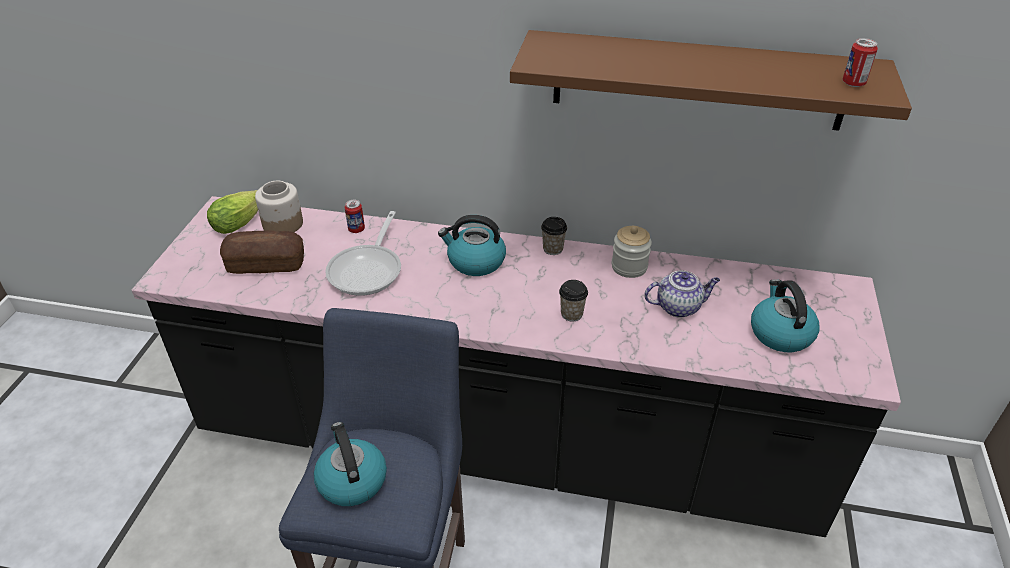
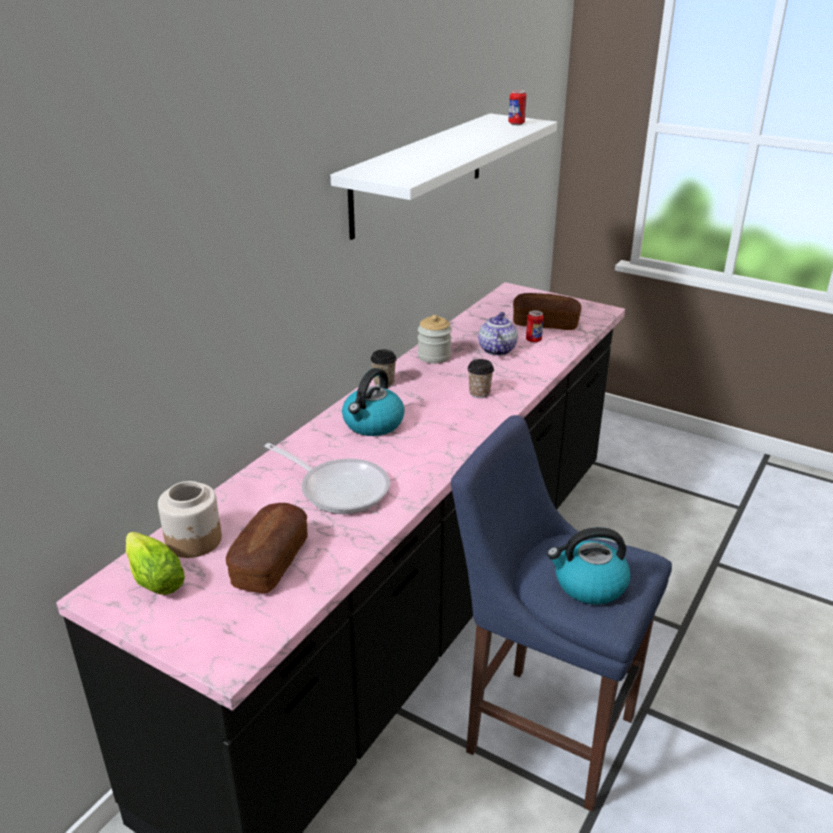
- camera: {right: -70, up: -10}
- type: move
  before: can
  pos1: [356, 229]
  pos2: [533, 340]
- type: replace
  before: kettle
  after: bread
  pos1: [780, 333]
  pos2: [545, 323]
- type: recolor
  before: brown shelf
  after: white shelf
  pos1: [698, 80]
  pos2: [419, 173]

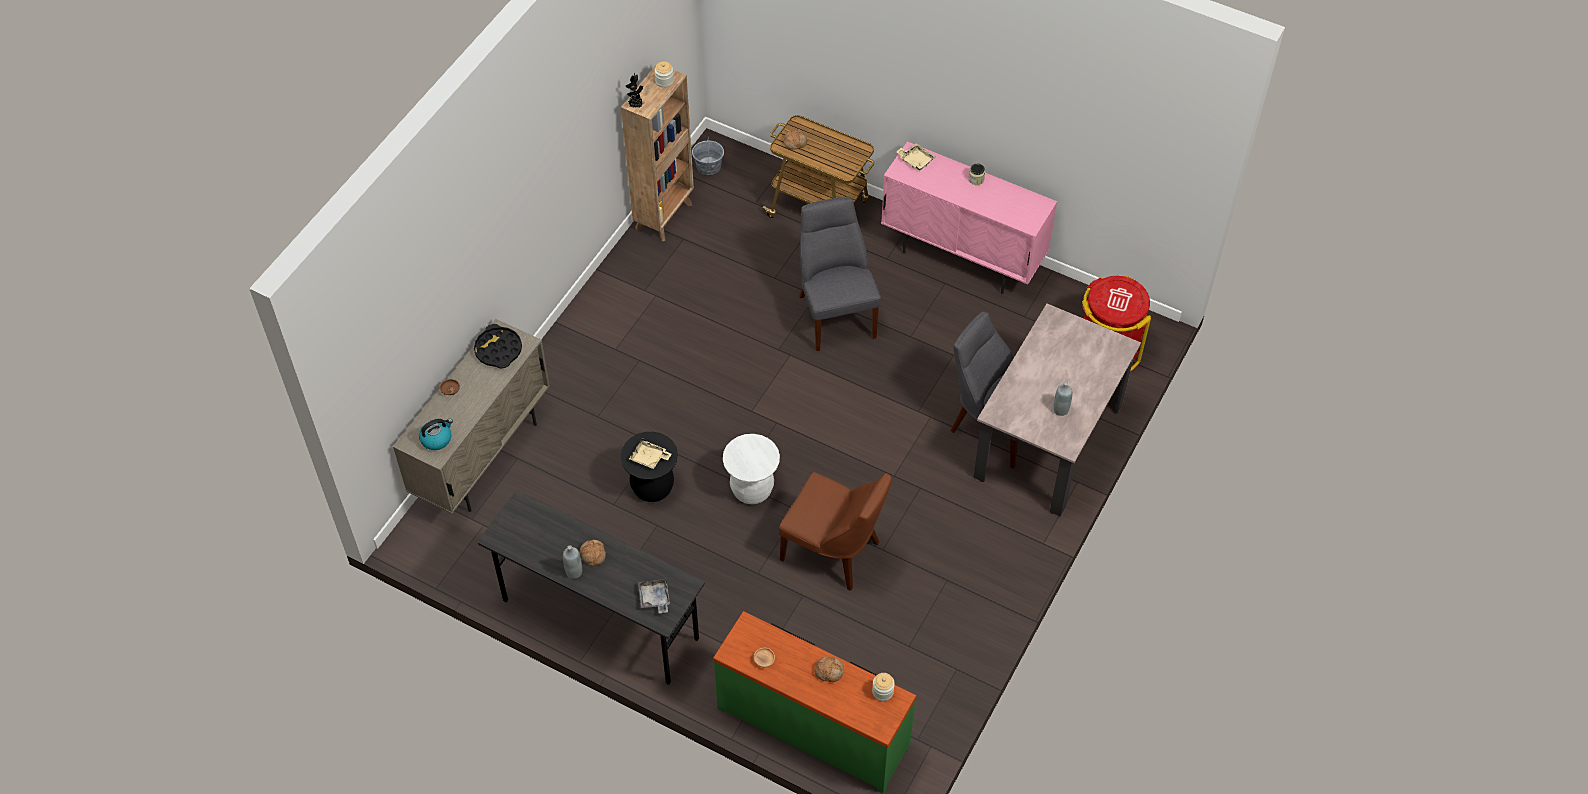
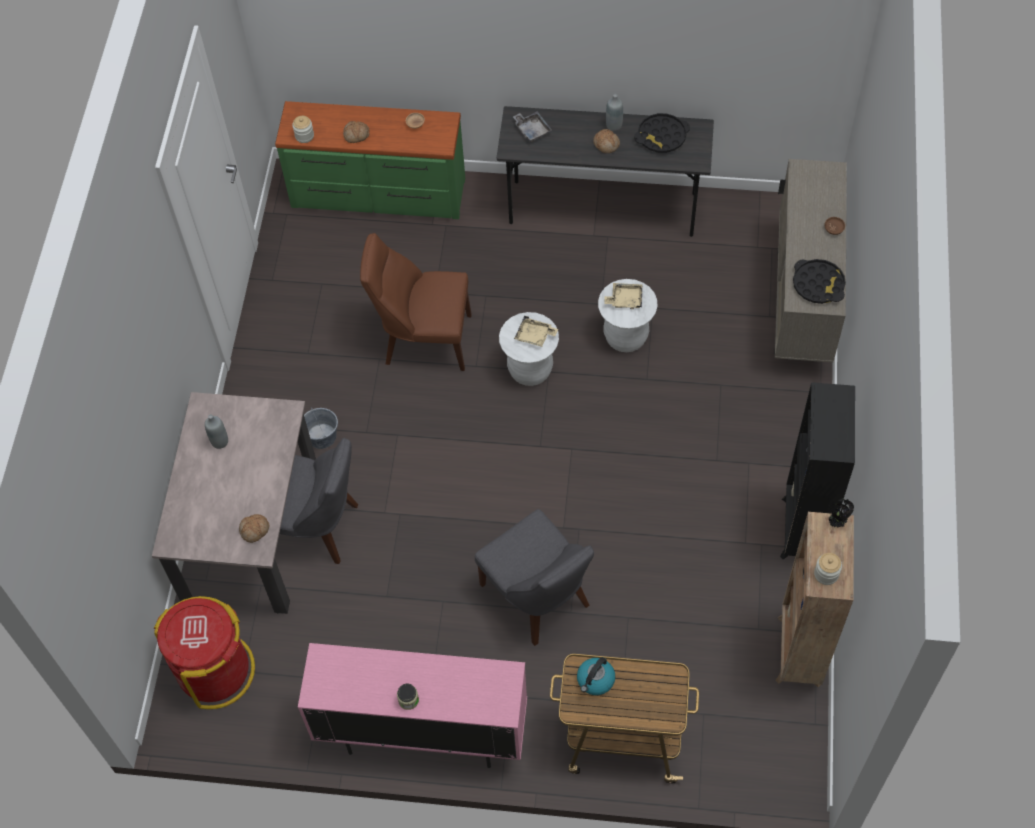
- camera: {right: 160, up: 5}
- type: insert
  after: black tray
  pos2: [661, 136]
- type: insert
  after: black bookcase
  pos2: [802, 530]
- type: move
  before: kettle
  pos1: [437, 439]
  pos2: [595, 680]
- type: move
  before: grey bucket
  pos1: [708, 166]
  pos2: [322, 436]
- type: move
  before: bread
  pos1: [795, 142]
  pos2: [255, 530]
- type: move
  before: beige tray
  pos1: [915, 160]
  pos2: [534, 336]
- type: recolor
  before: black stool
  after: white stool
  pos1: [652, 487]
  pos2: [625, 336]

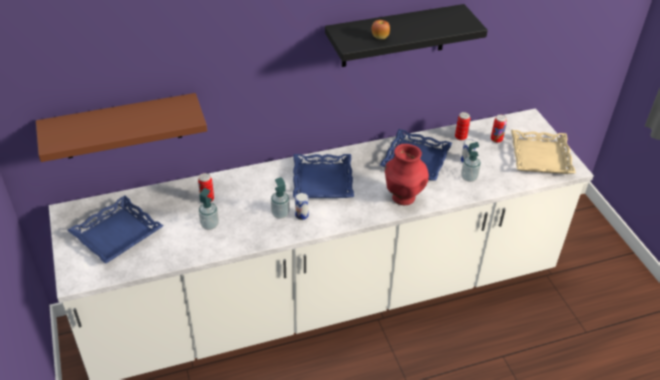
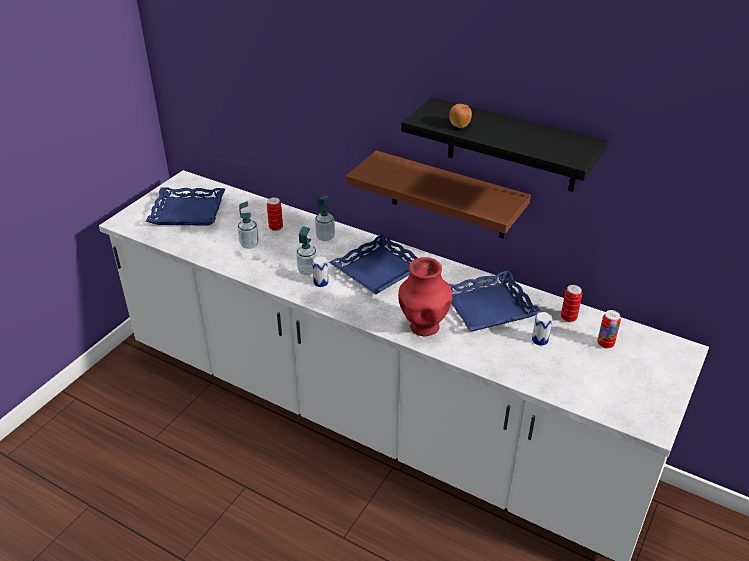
- camera: {right: 50, up: -5}
- type: delete
  before: beige tray
  pos1: [541, 157]
- type: move
  before: brown shelf
  pos1: [122, 126]
  pos2: [448, 196]
- type: move
  before: soap dispenser
  pos1: [469, 177]
  pos2: [325, 237]

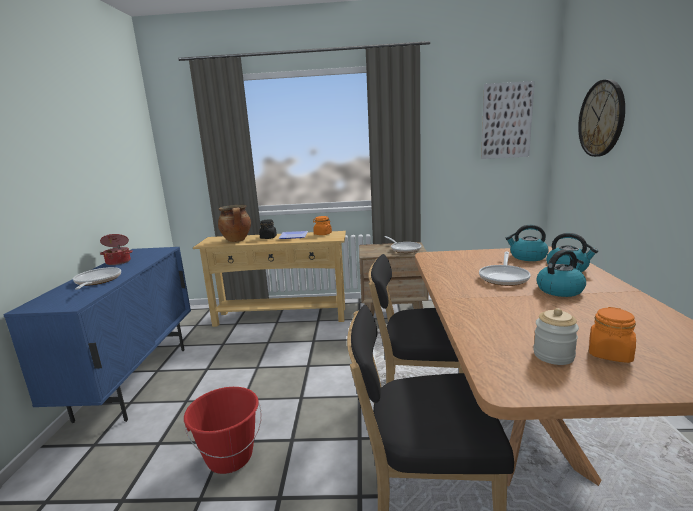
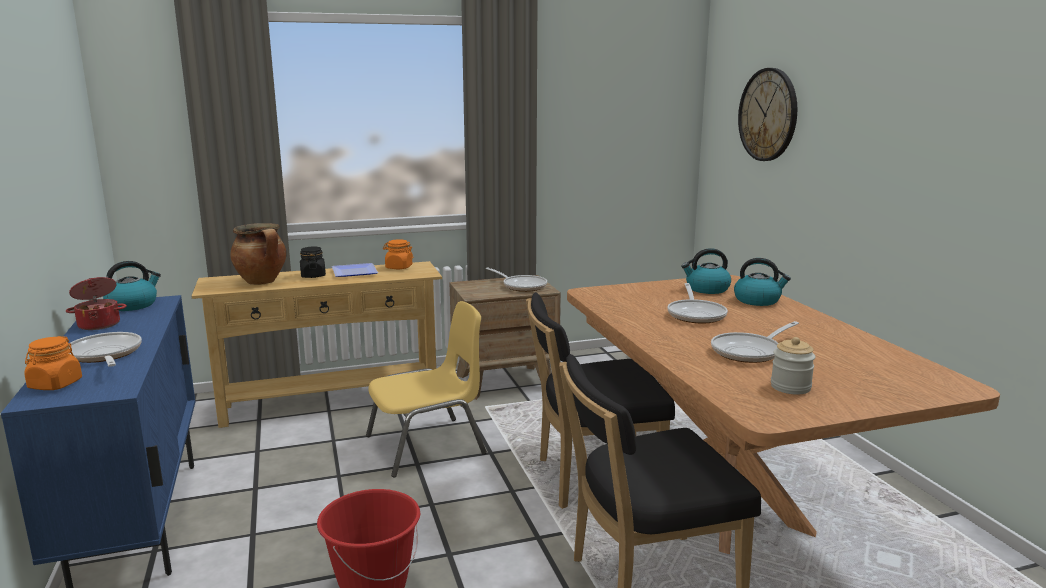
- camera: {right: -20, up: 0}
- type: delete
  before: picture
  pos1: [506, 121]
- type: insert
  after: yellow chair
  pos2: [427, 445]
- type: insert
  after: frying pan
  pos2: [750, 352]
- type: move
  before: kettle
  pos1: [560, 290]
  pos2: [133, 305]
- type: move
  before: orange jar
  pos1: [610, 354]
  pos2: [55, 384]

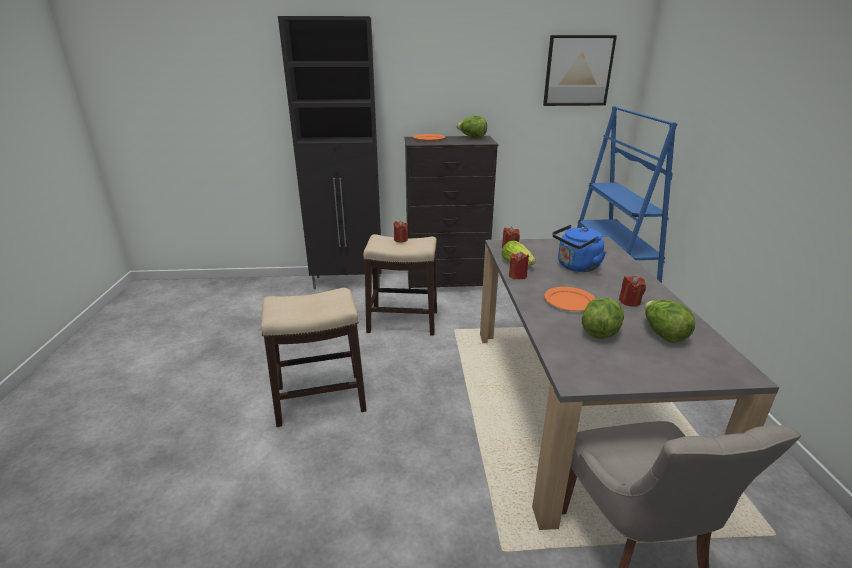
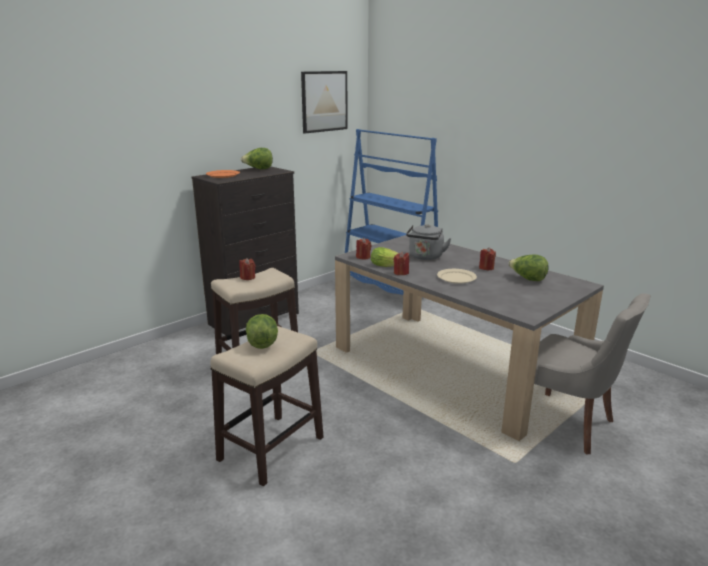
- camera: {right: -40, up: -5}
- type: delete
  before: black cabinet
  pos1: [349, 282]
- type: move
  before: lettuce
  pos1: [600, 331]
  pos2: [262, 343]
- type: recolor
  before: orange plate
  after: beige plate
  pos1: [569, 301]
  pos2: [456, 278]
- type: recolor
  before: blue kettle
  after: grey kettle
  pos1: [576, 267]
  pos2: [425, 257]

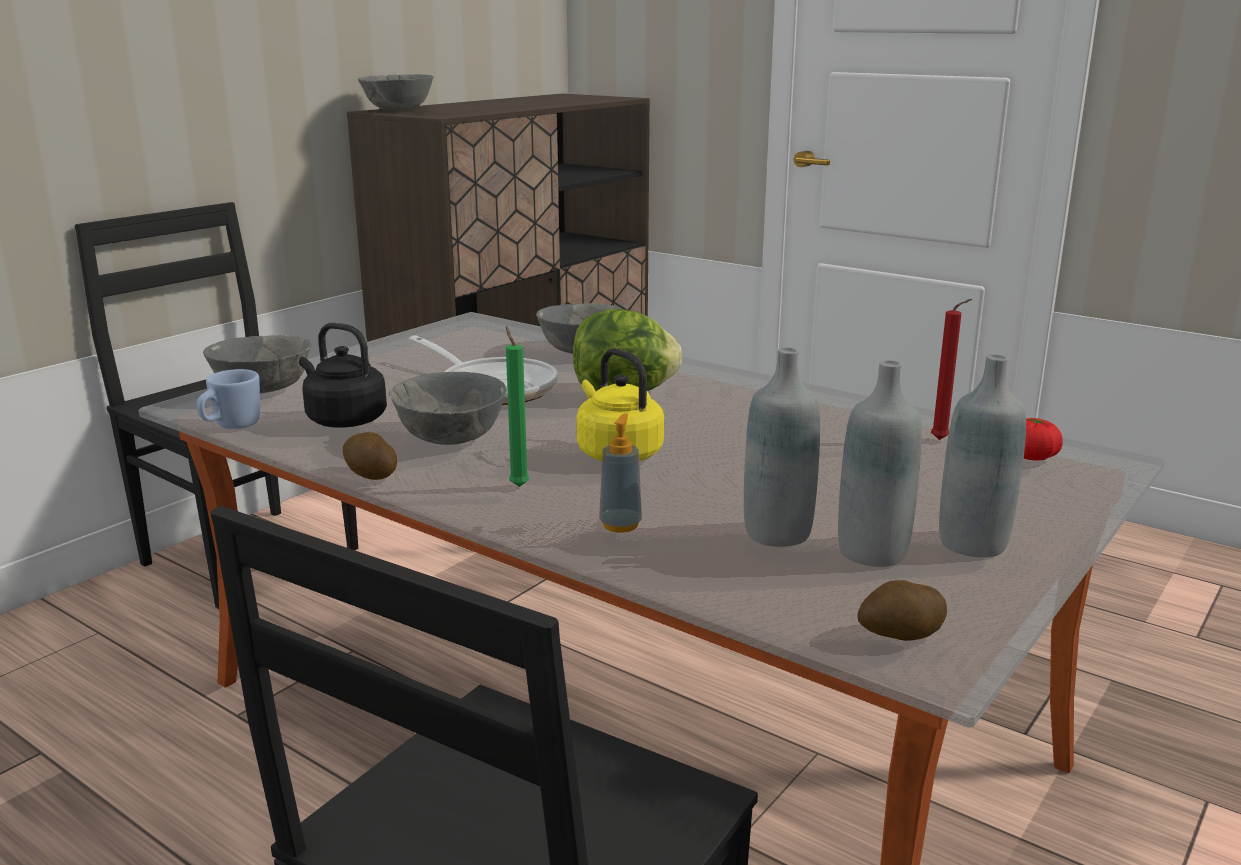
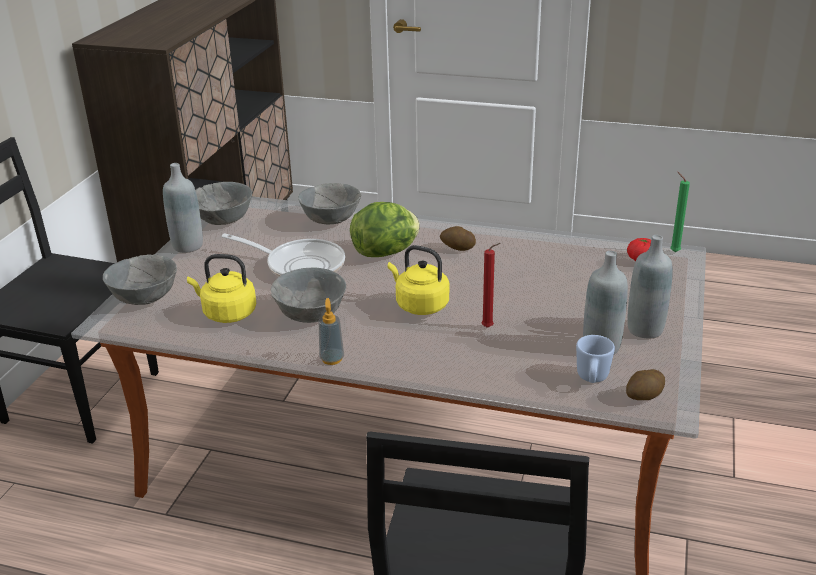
- camera: {right: -20, up: 10}
- type: move
  before: blue mug
  pos1: [231, 427]
  pos2: [592, 379]
- type: move
  before: potato
  pos1: [370, 474]
  pos2: [457, 248]
- type: move
  before: grey bowl
  pos1: [398, 110]
  pos2: [223, 220]
- type: move
  before: green candle
  pos1: [518, 485]
  pos2: [673, 251]
- type: move
  before: soap dispenser
  pos1: [620, 525]
  pos2: [332, 359]
- type: move
  before: grey bottle
  pos1: [777, 533]
  pos2: [187, 246]
- type: move
  before: red candle
  pos1: [942, 440]
  pos2: [489, 327]
- type: recolor
  before: black kettle
  after: yellow kettle
  pos1: [343, 419]
  pos2: [227, 313]

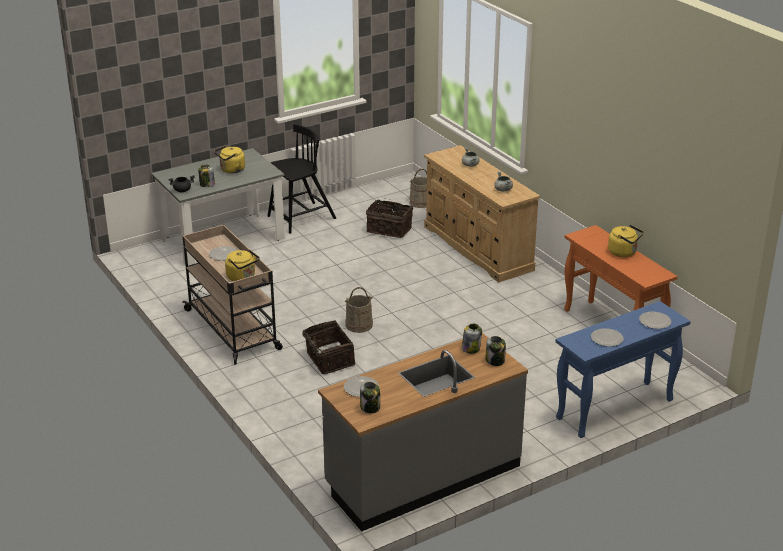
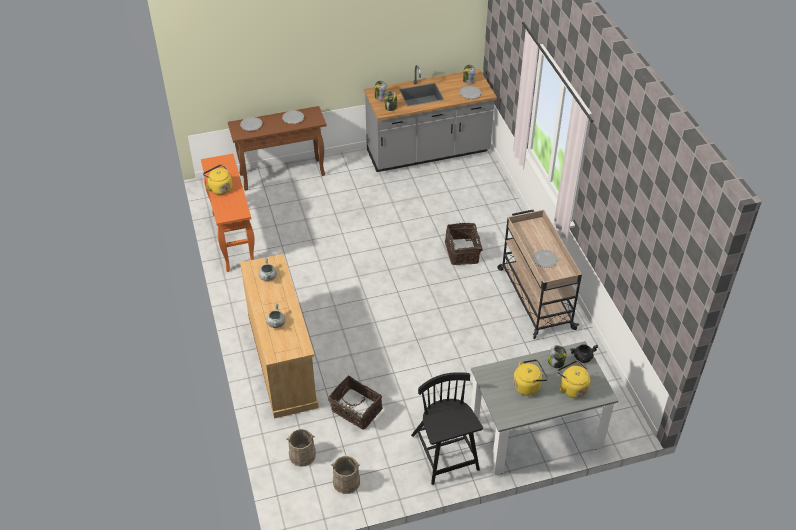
- camera: {right: -165, up: 15}
- type: move
  before: yellow kettle
  pos1: [242, 277]
  pos2: [572, 388]
- type: move
  before: beige bucket
  pos1: [359, 325]
  pos2: [346, 482]
- type: recolor
  before: blue console table
  after: brown console table
  pos1: [614, 410]
  pos2: [283, 174]
- type: rotate
  before: black chair
  pos1: [300, 218]
  pos2: [445, 454]
  turn: 90

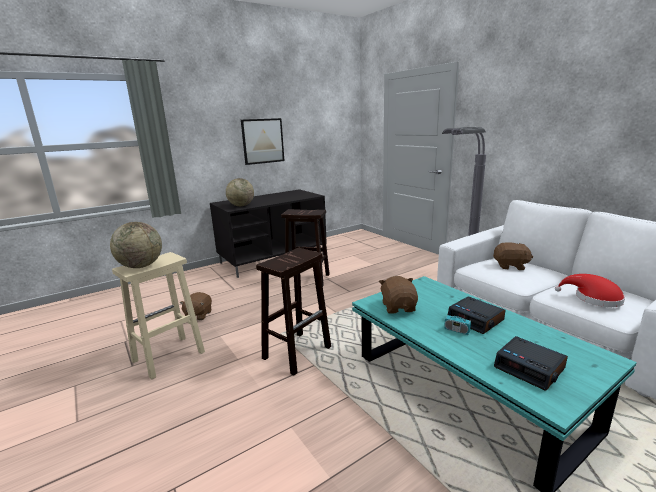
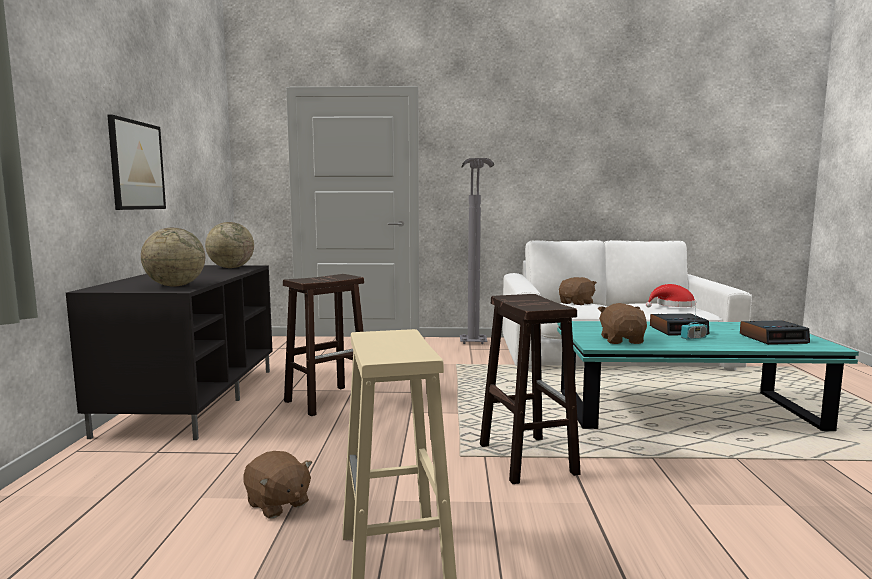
- camera: {right: -55, up: -10}
- type: move
  before: globe
  pos1: [141, 266]
  pos2: [231, 267]
- type: rotate
  before: brown plush toy
  pos1: [398, 307]
  pos2: [622, 340]
  turn: 60

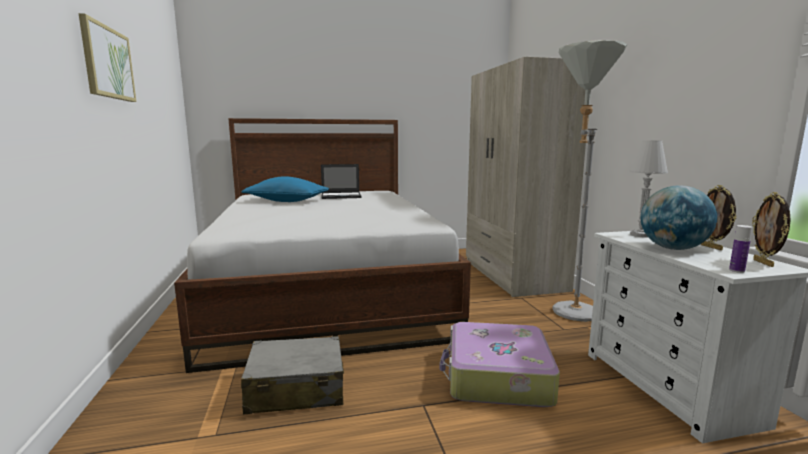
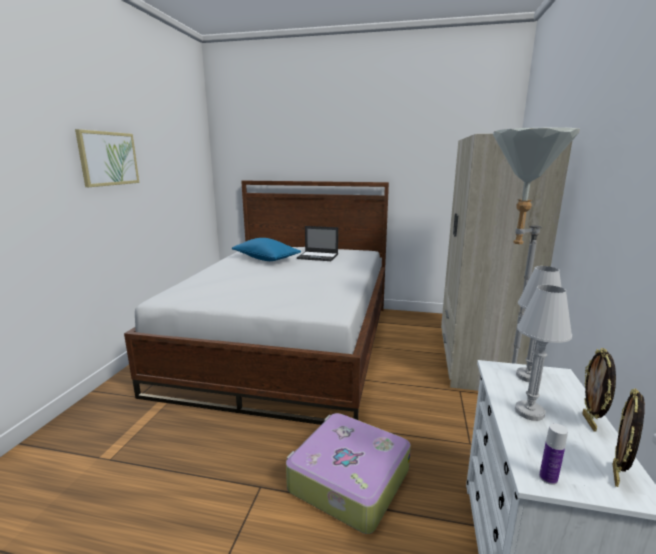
- camera: {right: 25, up: 5}
- type: delete
  before: grey suitcase
  pos1: [295, 389]
- type: replace
  before: globe
  after: white table lamp
  pos1: [672, 248]
  pos2: [529, 412]

